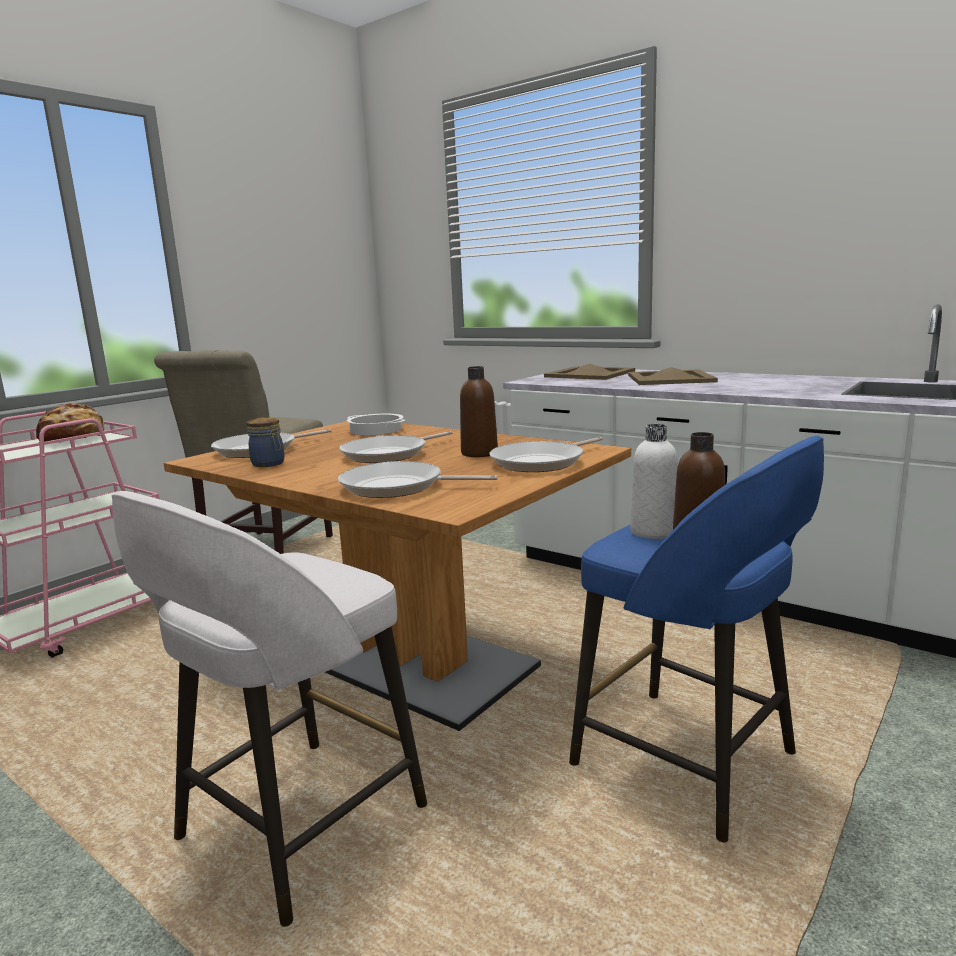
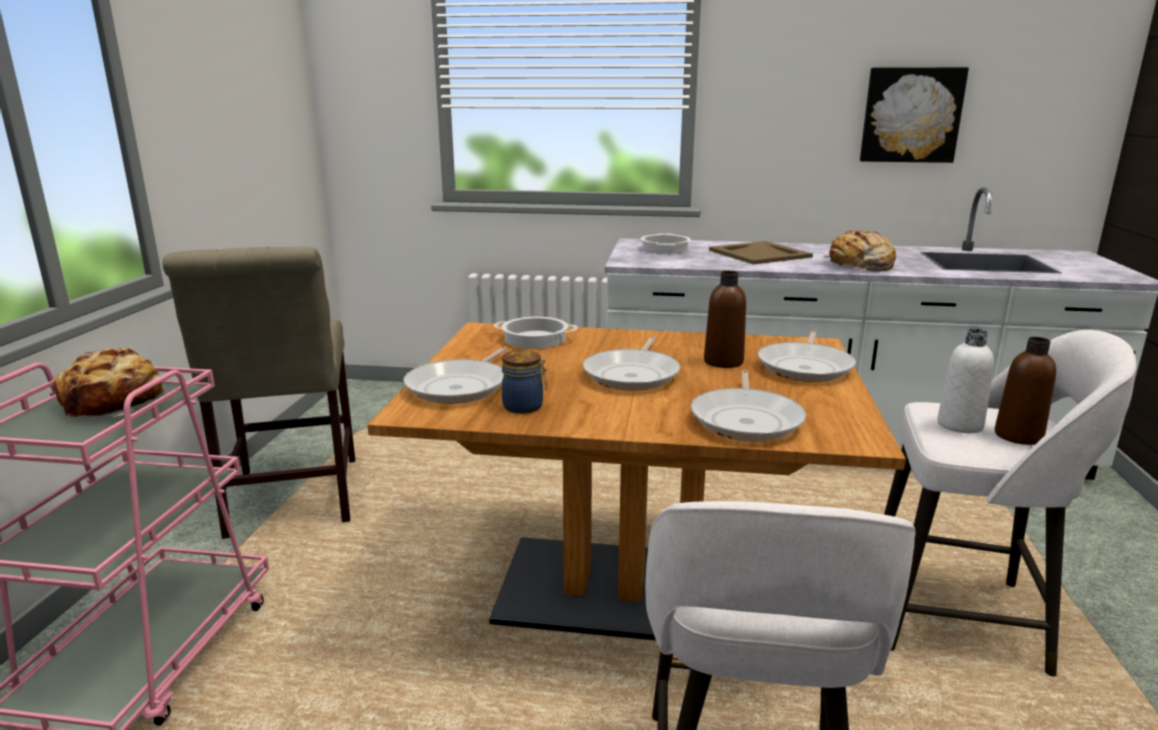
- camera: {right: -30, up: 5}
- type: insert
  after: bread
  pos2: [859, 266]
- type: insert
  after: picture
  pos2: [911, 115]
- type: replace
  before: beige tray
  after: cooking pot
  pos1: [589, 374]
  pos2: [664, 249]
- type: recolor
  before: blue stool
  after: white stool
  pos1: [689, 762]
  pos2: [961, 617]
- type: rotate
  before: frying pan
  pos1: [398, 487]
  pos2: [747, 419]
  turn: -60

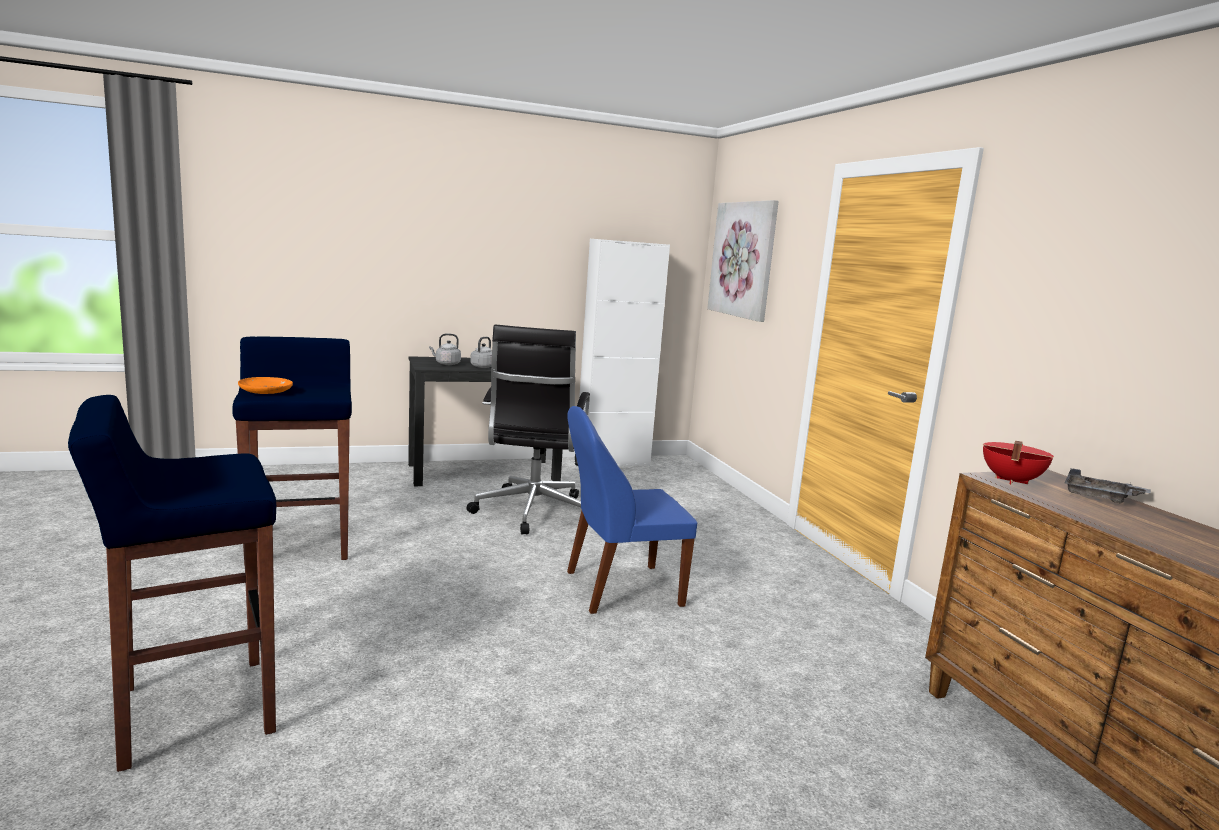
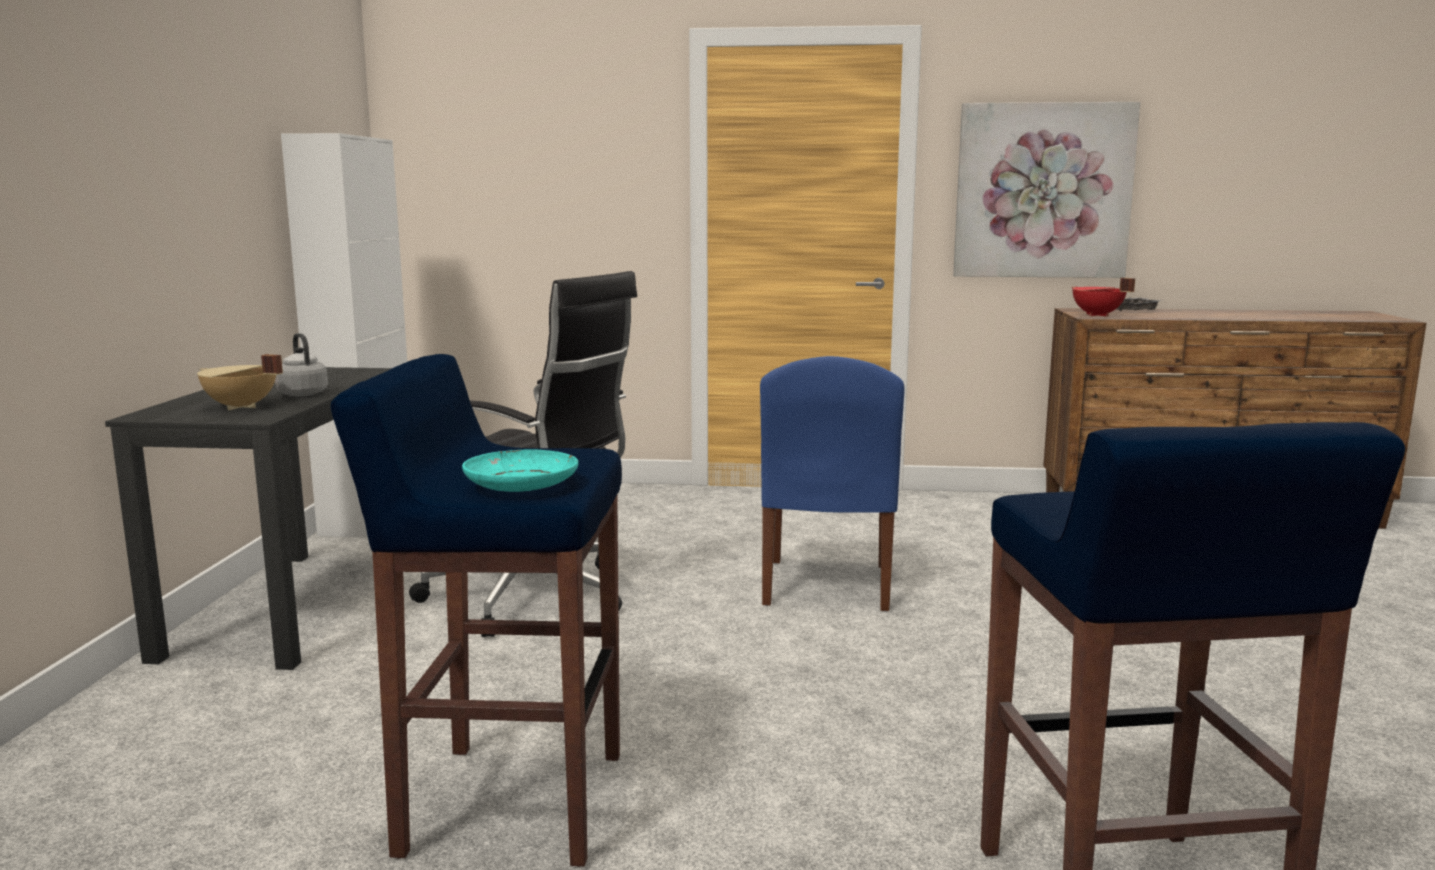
- camera: {right: -65, up: 0}
- type: move
  before: picture
  pos1: [742, 259]
  pos2: [1043, 191]
- type: replace
  before: grey kettle
  after: beige cooking pot
  pos1: [446, 364]
  pos2: [240, 407]
- type: recolor
  before: orange plate
  after: turquoise plate
  pos1: [266, 391]
  pos2: [521, 484]

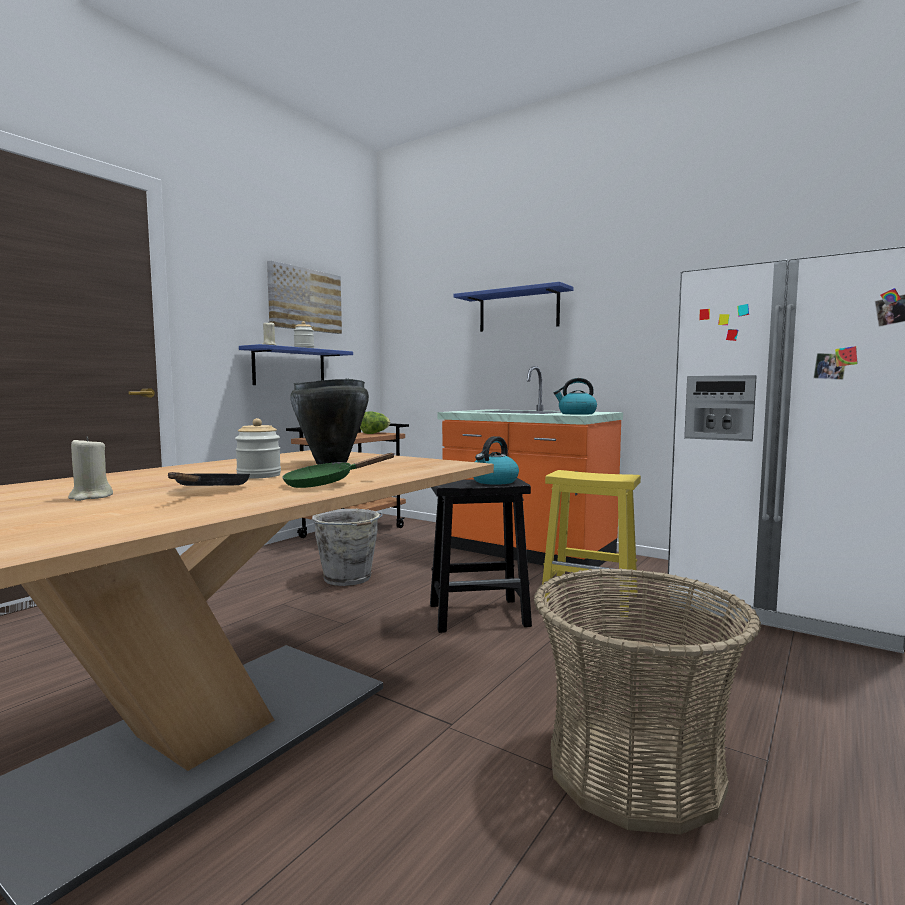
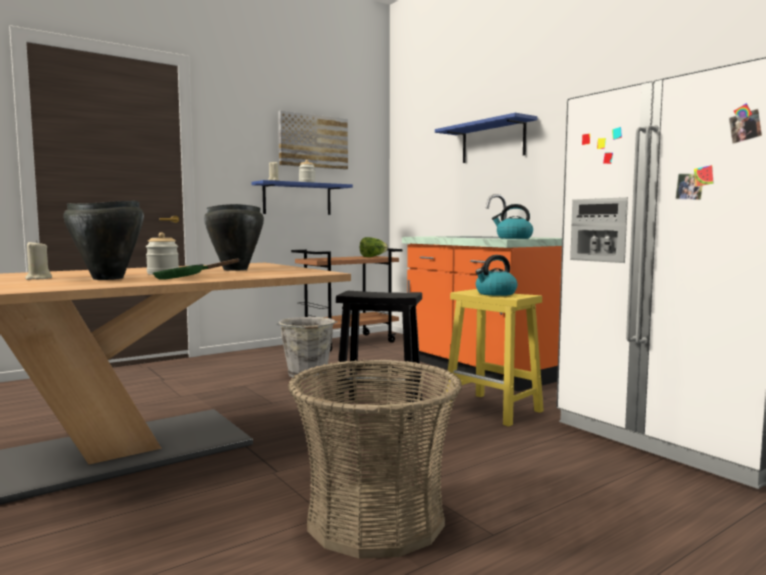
- camera: {right: 20, up: 0}
- type: move
  before: kettle
  pos1: [494, 481]
  pos2: [495, 294]
- type: replace
  before: black frying pan
  after: black cooking pot
  pos1: [209, 490]
  pos2: [108, 278]

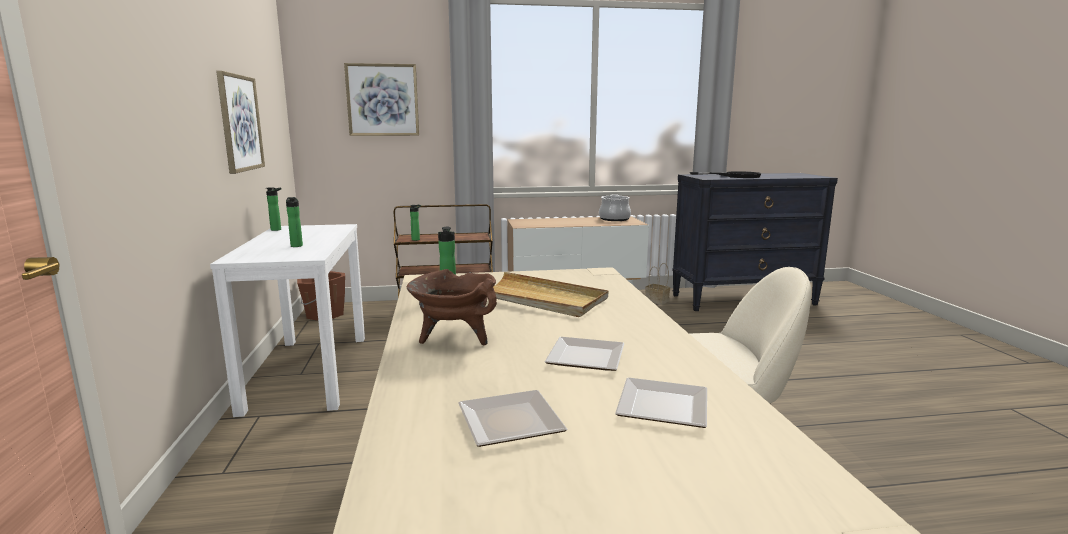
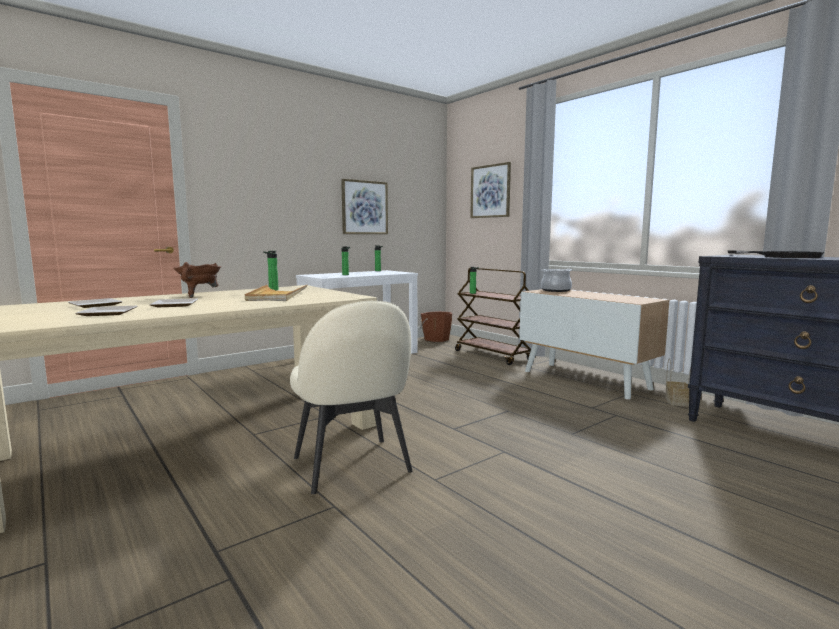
- camera: {right: 60, up: -5}
- type: move
  before: cooking pot
  pos1: [614, 219]
  pos2: [556, 290]

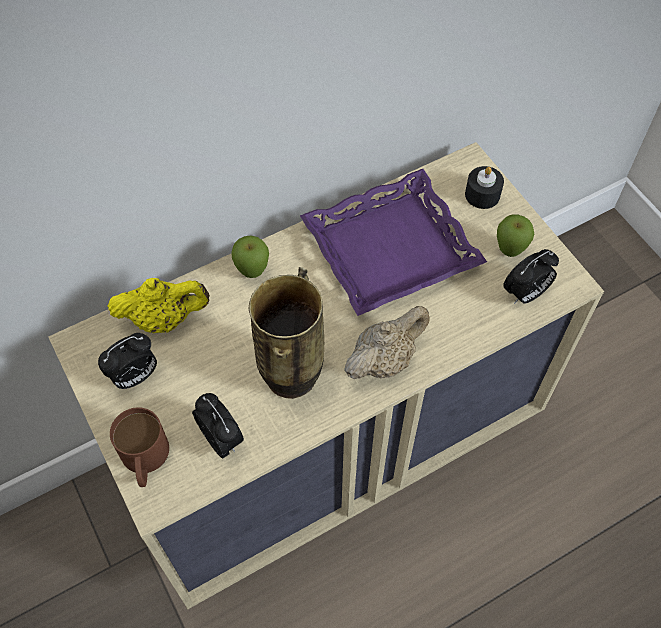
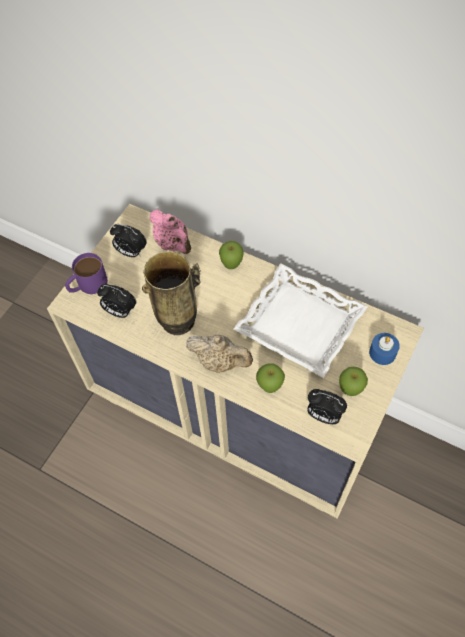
- camera: {right: 60, up: 0}
- type: insert
  after: apple
  pos2: [269, 387]
- type: recolor
  before: yellow teapot
  after: pink teapot
  pos1: [164, 318]
  pos2: [173, 244]
- type: recolor
  before: brown mug
  after: purple mug
  pos1: [144, 460]
  pos2: [87, 285]
- type: recolor
  before: purple tray
  after: white tray
  pos1: [391, 250]
  pos2: [299, 325]
- type: recolor
  before: black candle
  after: blue candle
  pos1: [482, 194]
  pos2: [382, 353]
- type: rotate
  before: alarm clock
  pos1: [222, 439]
  pos2: [119, 311]
  turn: 90

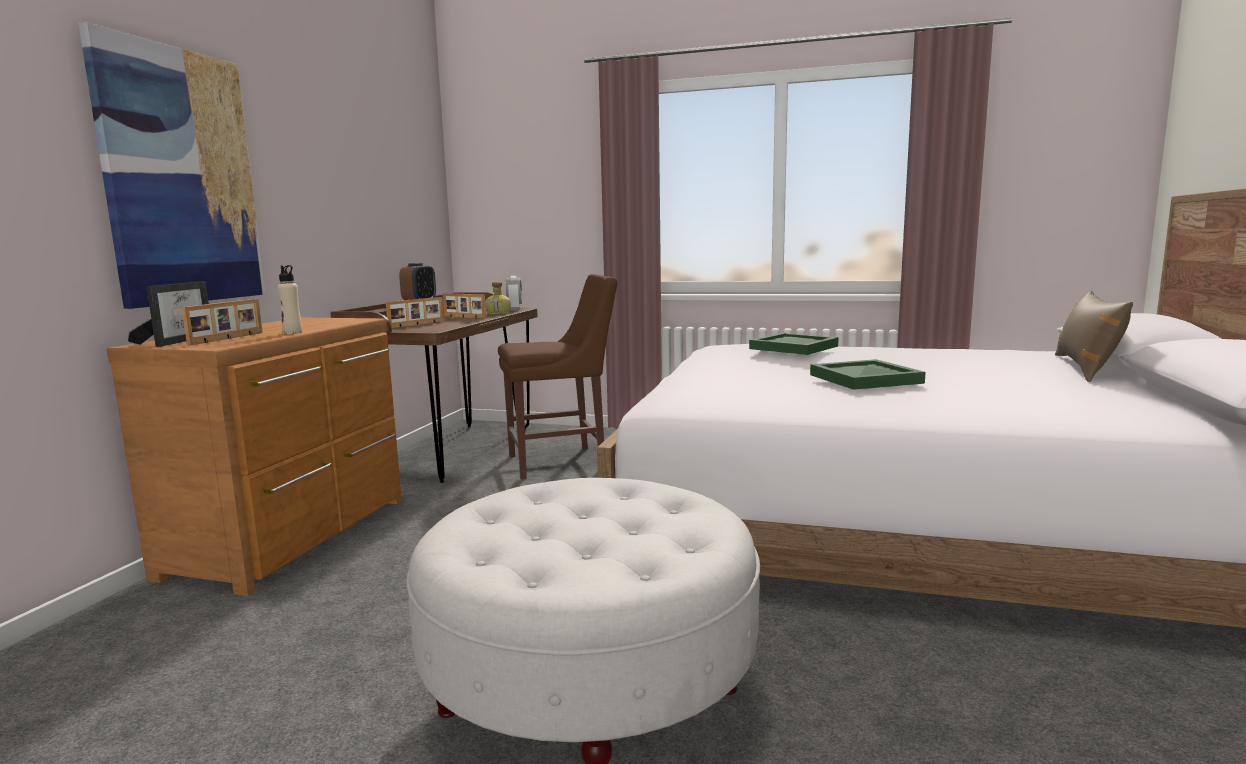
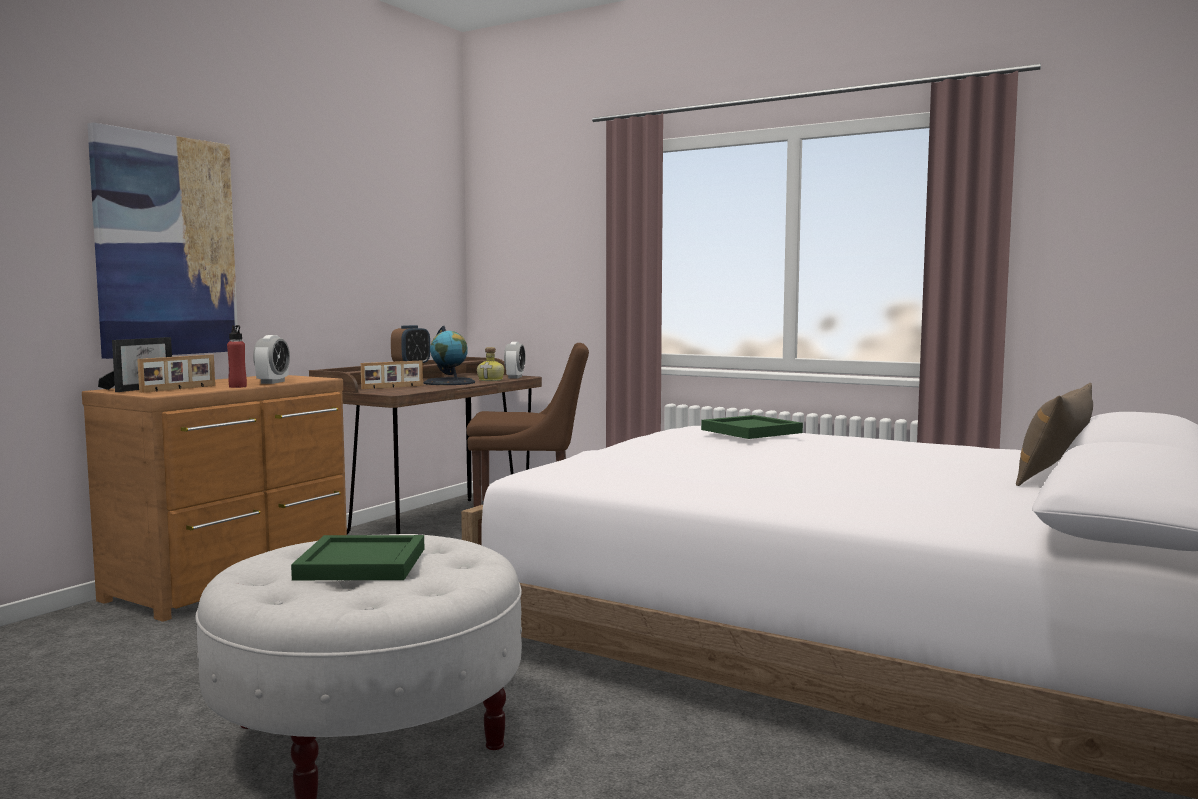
- camera: {right: 15, up: -5}
- type: insert
  after: alarm clock
  pos2: [272, 382]
- type: move
  before: green tray
  pos1: [864, 379]
  pos2: [359, 564]
- type: replace
  before: picture frame
  after: globe
  pos1: [463, 317]
  pos2: [449, 382]
- type: recolor
  before: beige bottle
  after: red bottle
  pos1: [292, 333]
  pos2: [237, 387]

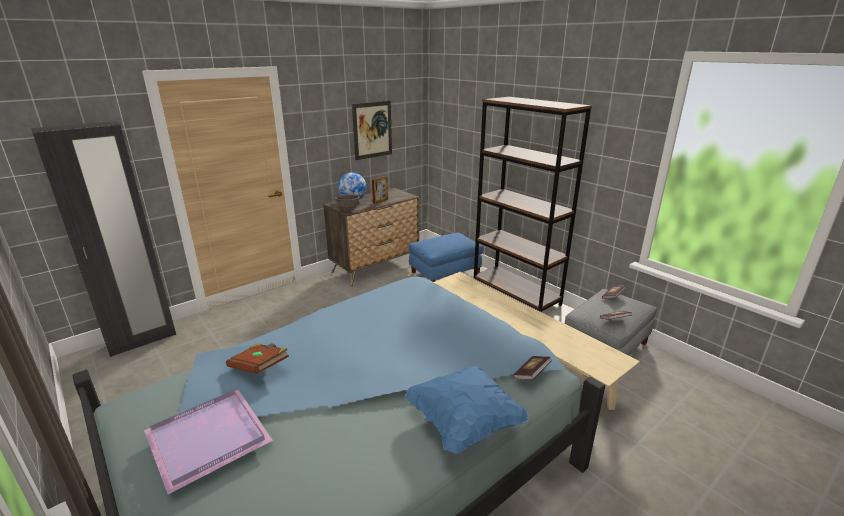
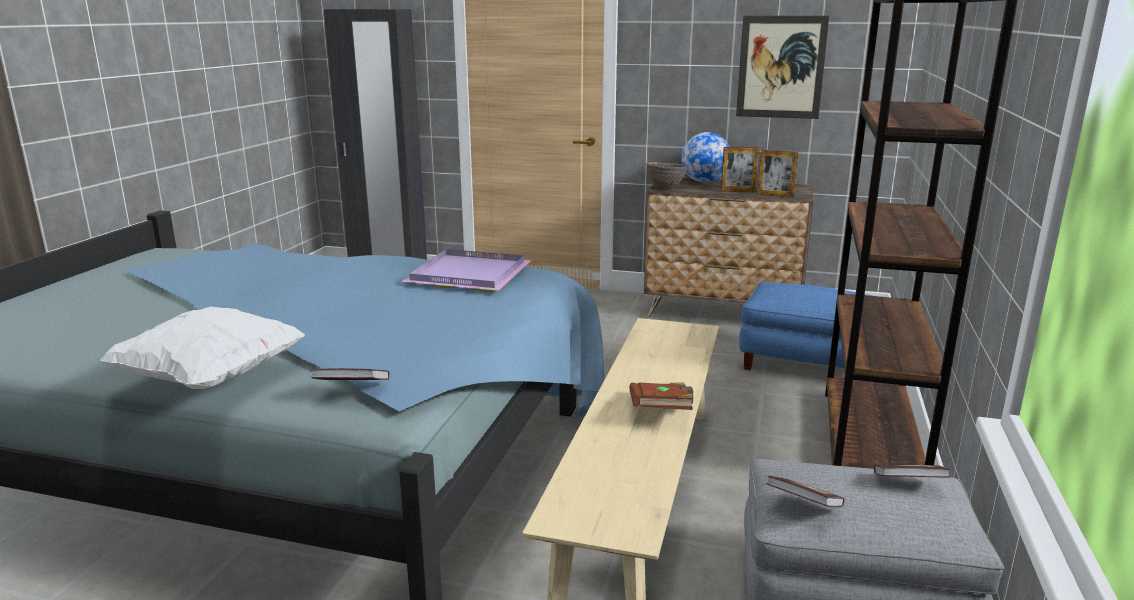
- camera: {right: 55, up: -5}
- type: insert
  after: picture frame
  pos2: [775, 195]
- type: move
  before: purple tray
  pos1: [211, 439]
  pos2: [470, 276]
- type: move
  before: brown book
  pos1: [260, 367]
  pos2: [661, 412]
- type: recolor
  before: blue pillow
  after: white pillow
  pos1: [464, 422]
  pos2: [212, 378]

